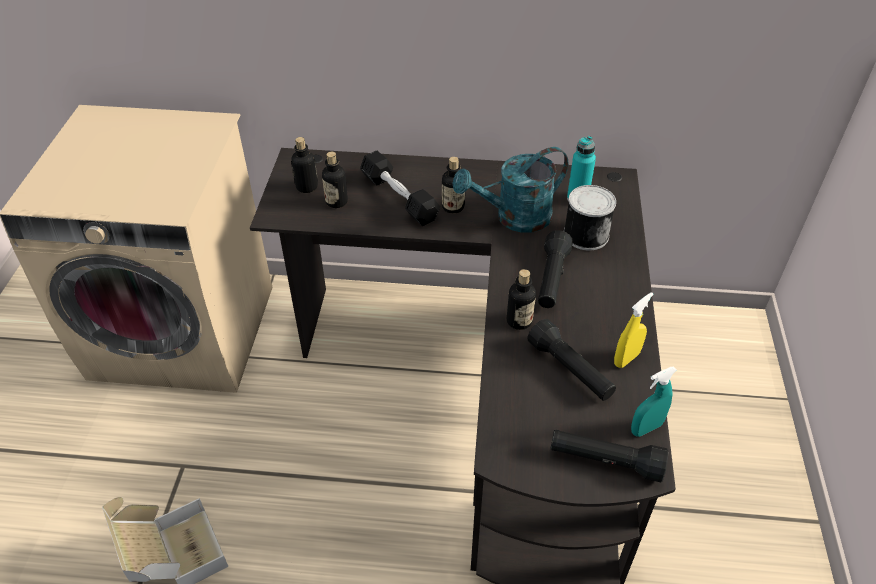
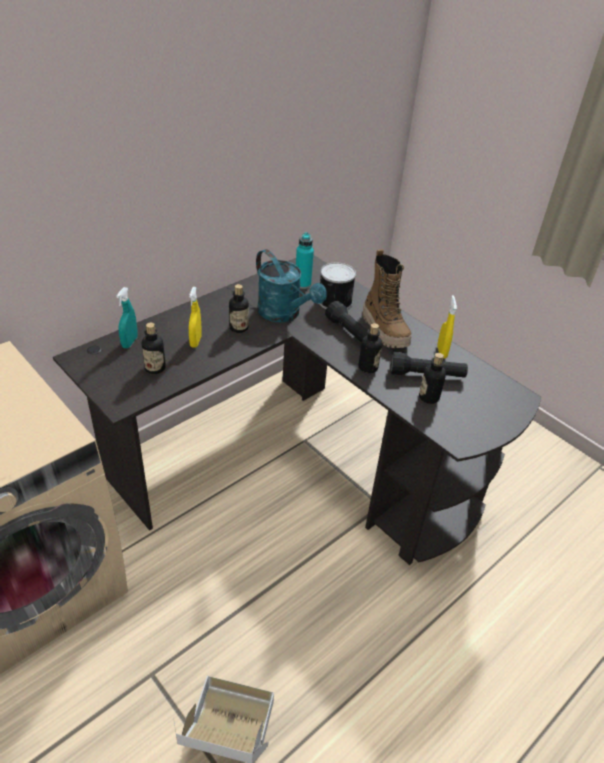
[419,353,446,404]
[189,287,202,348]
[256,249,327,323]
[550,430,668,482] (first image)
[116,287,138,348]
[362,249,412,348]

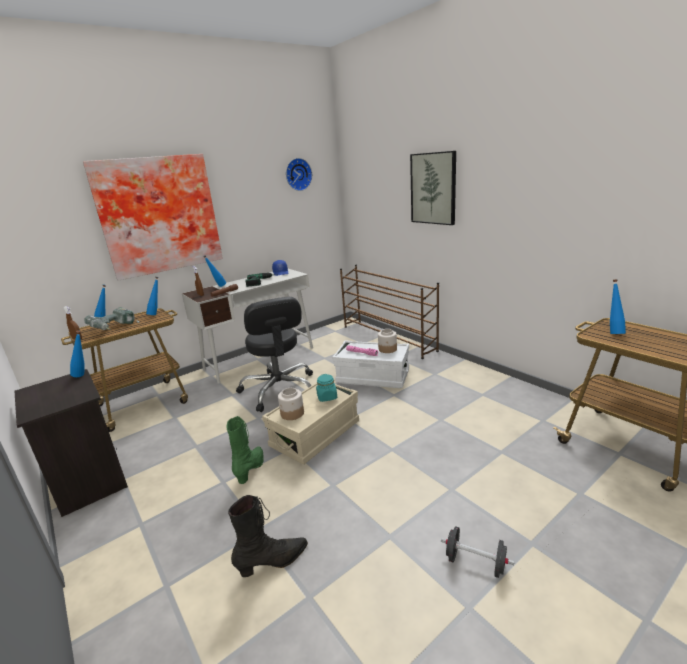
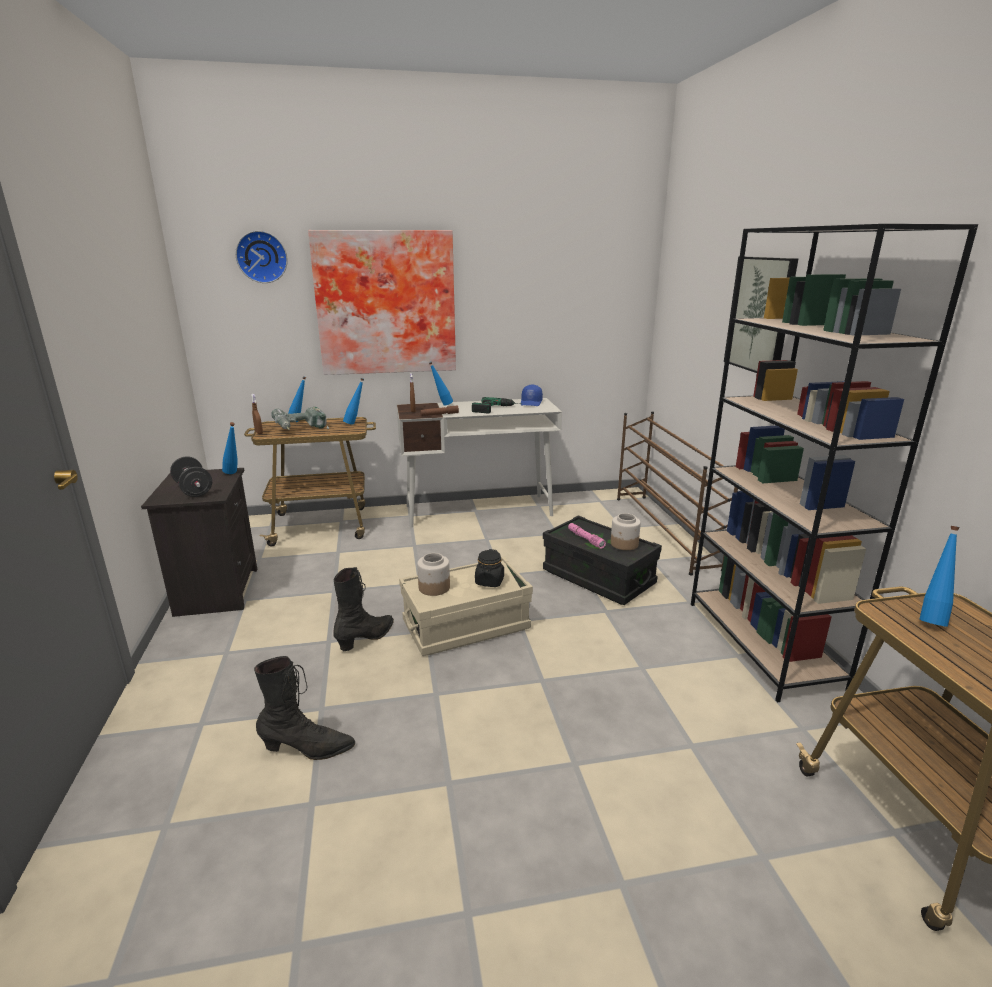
[333,567,394,651]
[236,297,313,412] (first image)
[236,231,288,283]
[475,549,504,587]
[543,515,662,605]
[170,456,212,497]
[691,224,978,703]

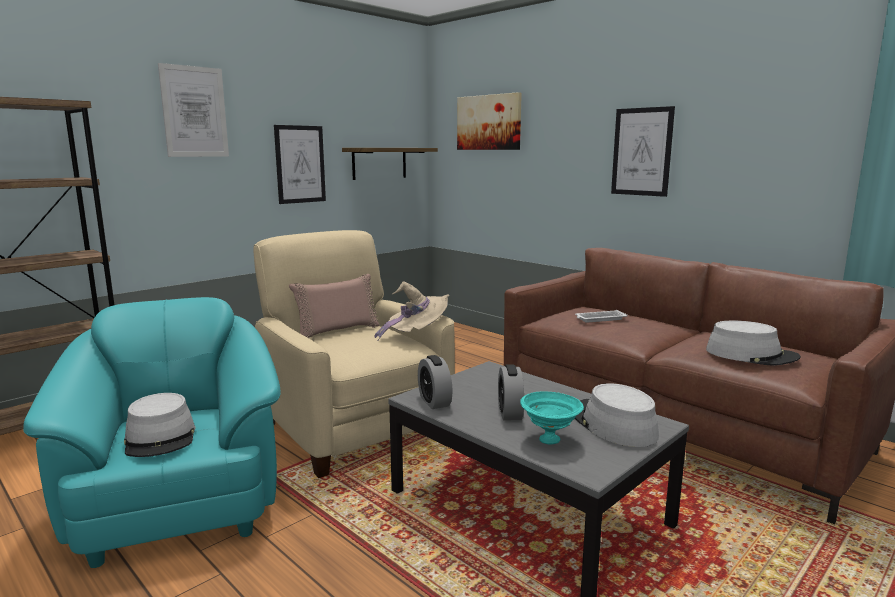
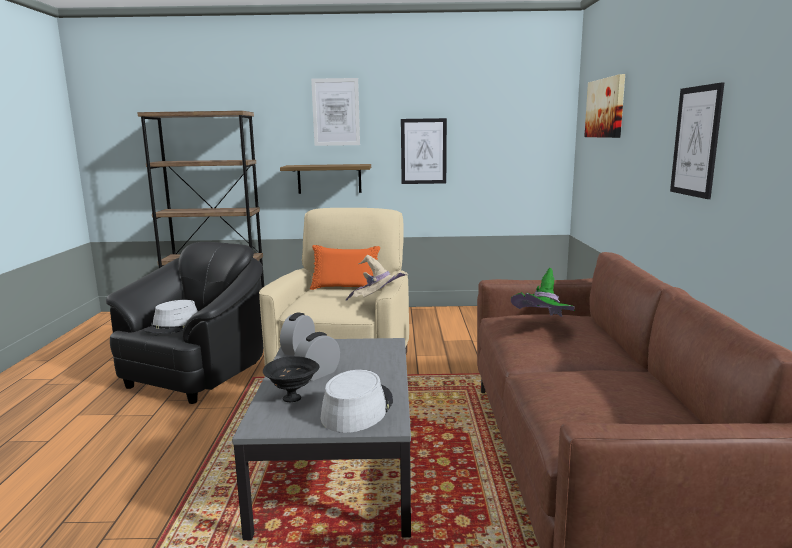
[106,242,263,404]
[310,245,380,291]
[280,164,371,194]
[263,356,320,402]
[511,268,575,317]
[706,321,801,366] (first image)

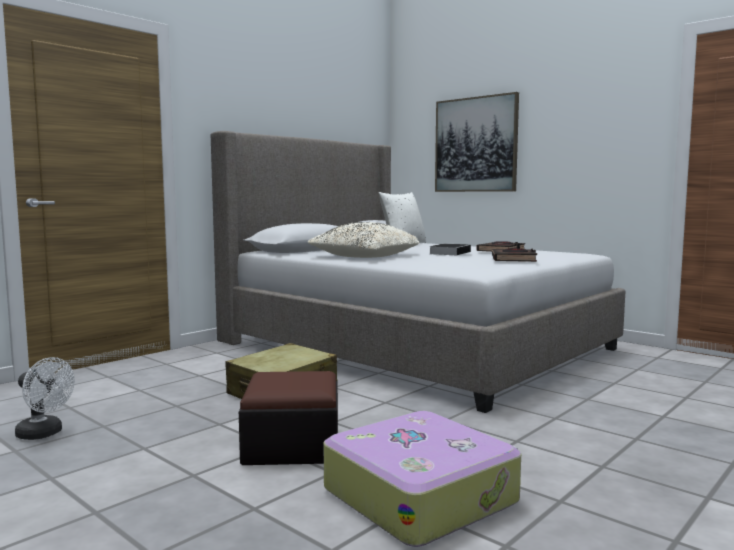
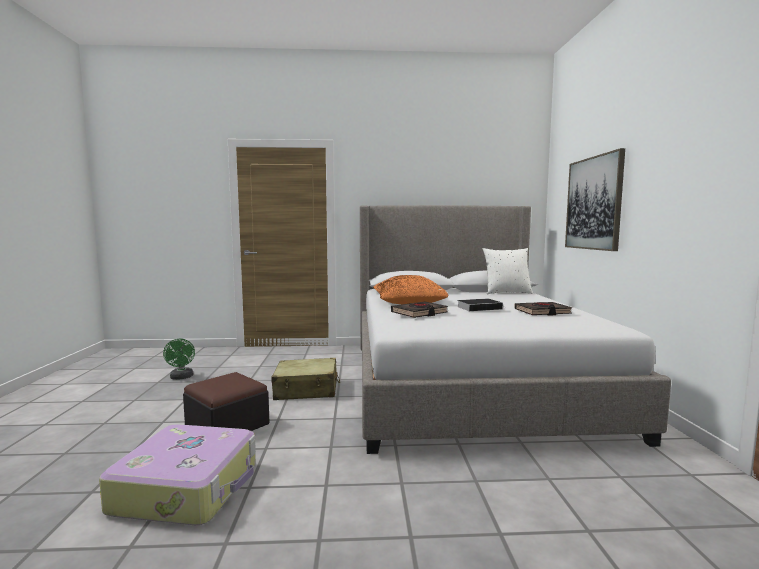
[163,339,195,380]
[373,275,448,304]
[391,302,448,318]

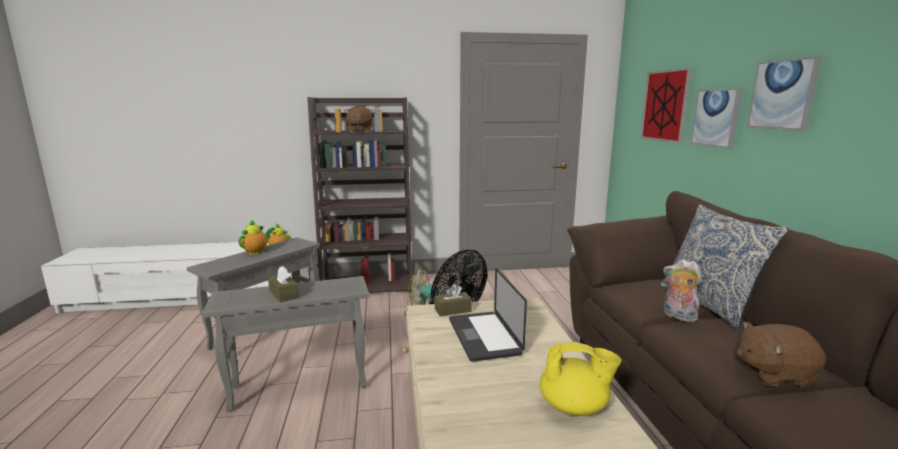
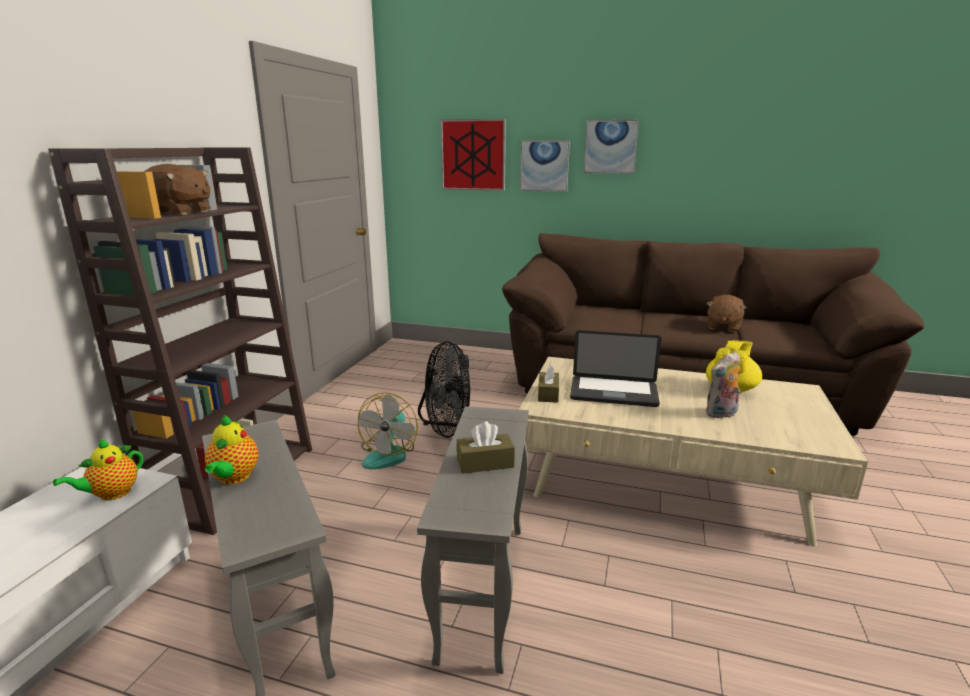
[205,415,258,485]
[660,204,789,329] (first image)
[706,352,741,418]

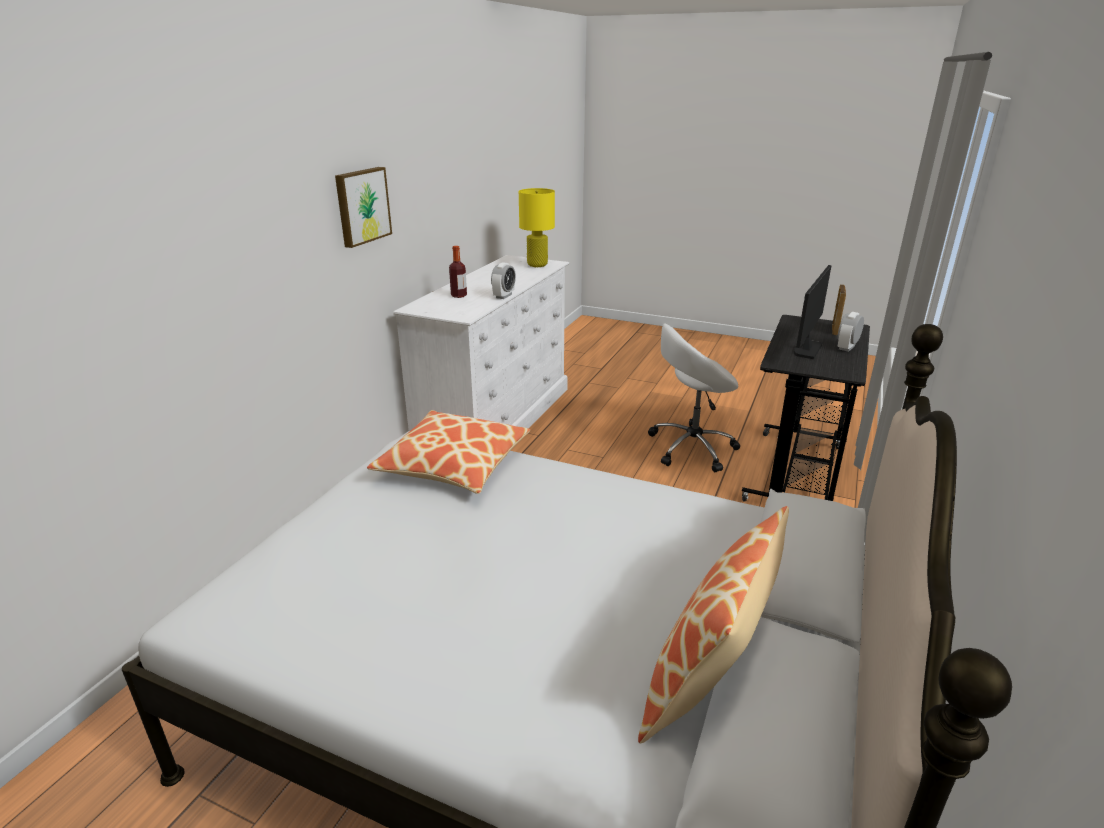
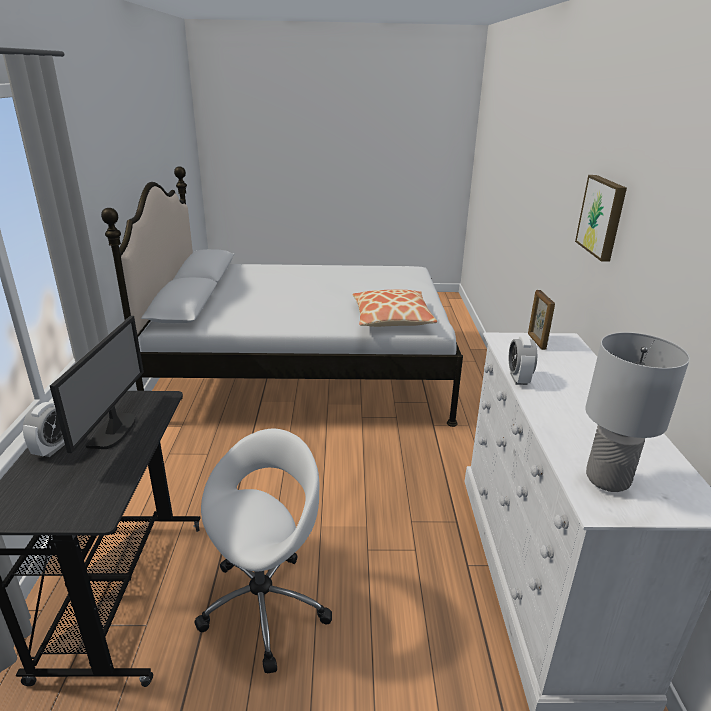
[449,246,467,298] (first image)
[585,332,690,492]
[638,506,789,743] (first image)
[528,290,555,350]

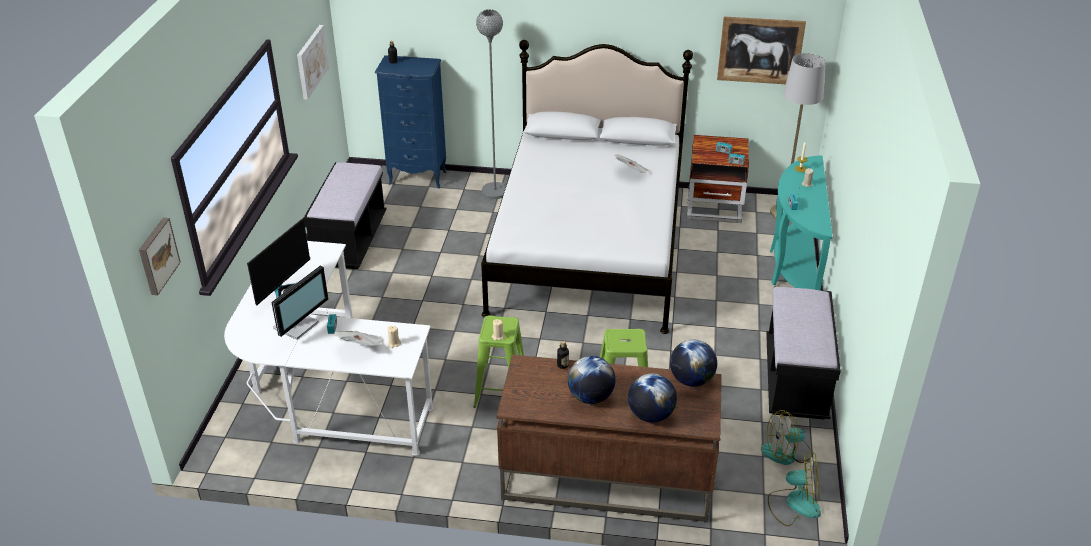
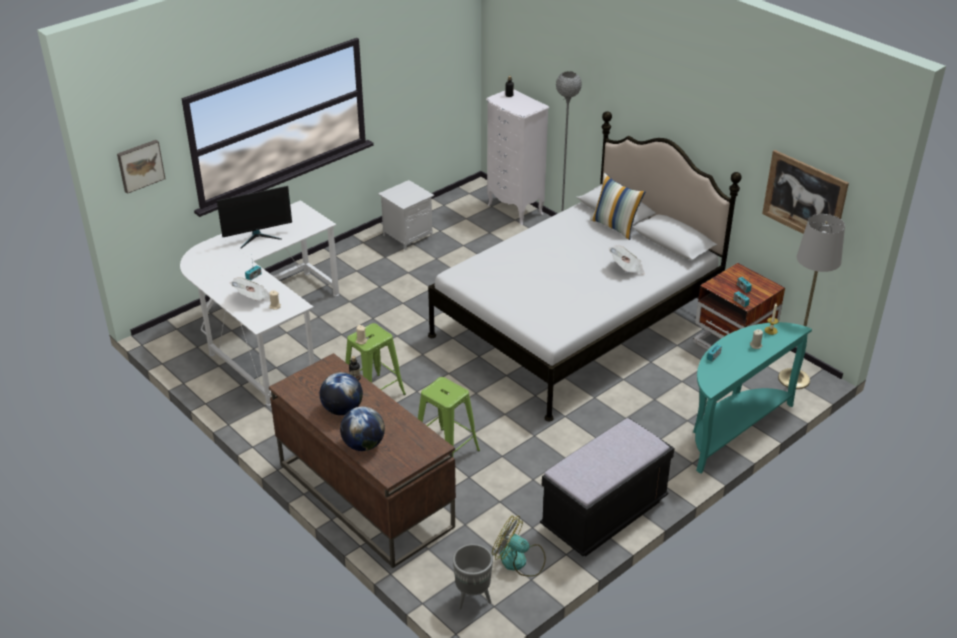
[271,266,329,340] (first image)
[297,25,329,100] (first image)
[378,180,434,250]
[486,90,549,225]
[670,339,717,387] (first image)
[453,544,493,610]
[590,173,646,240]

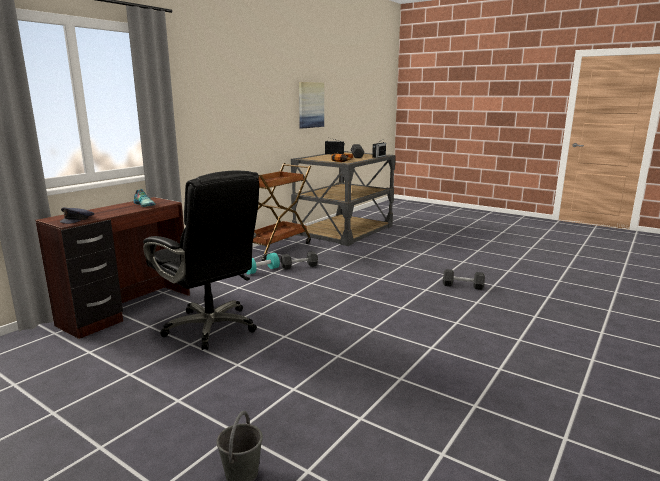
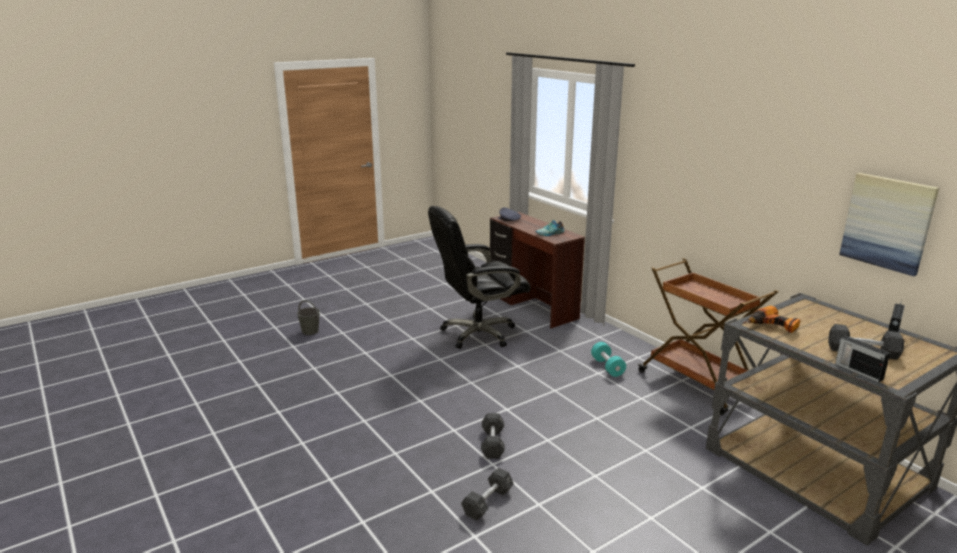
[481,413,505,459]

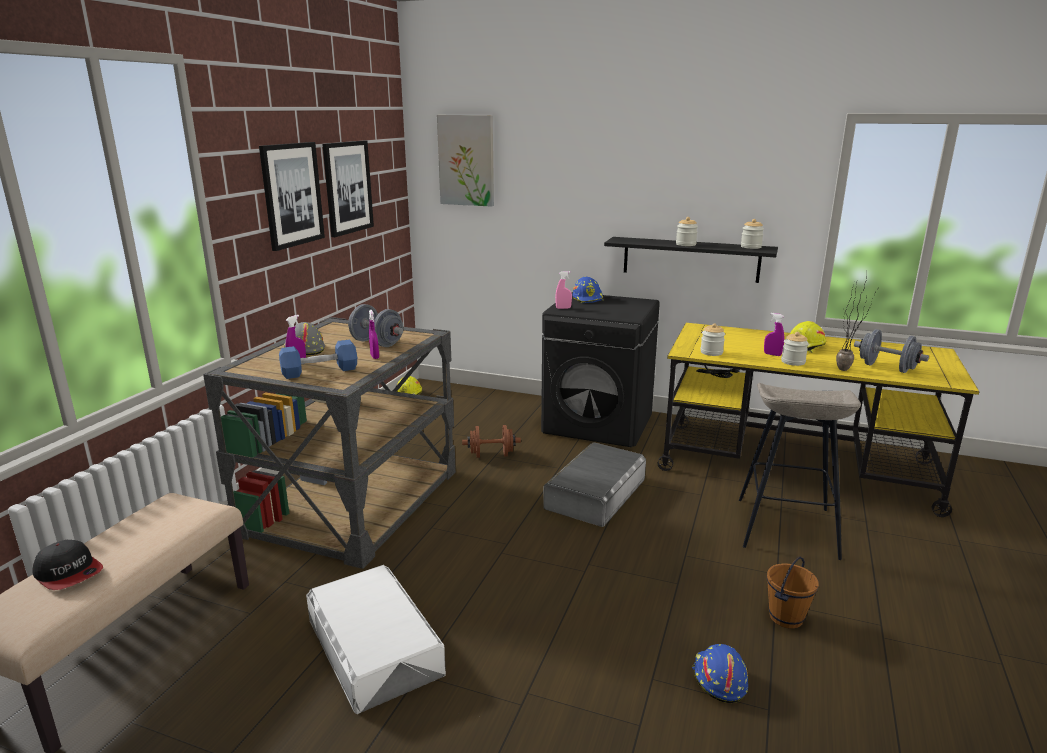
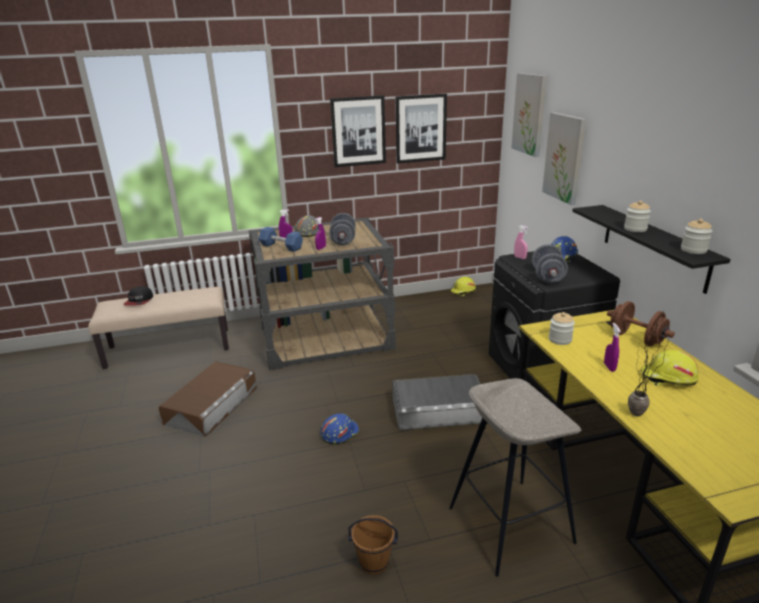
[159,361,257,437]
[607,301,675,346]
[320,413,360,445]
[781,332,809,366] (first image)
[532,244,568,283]
[542,112,586,205]

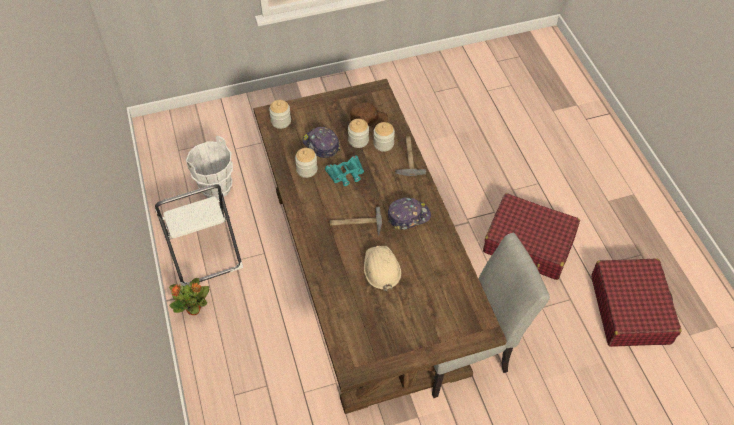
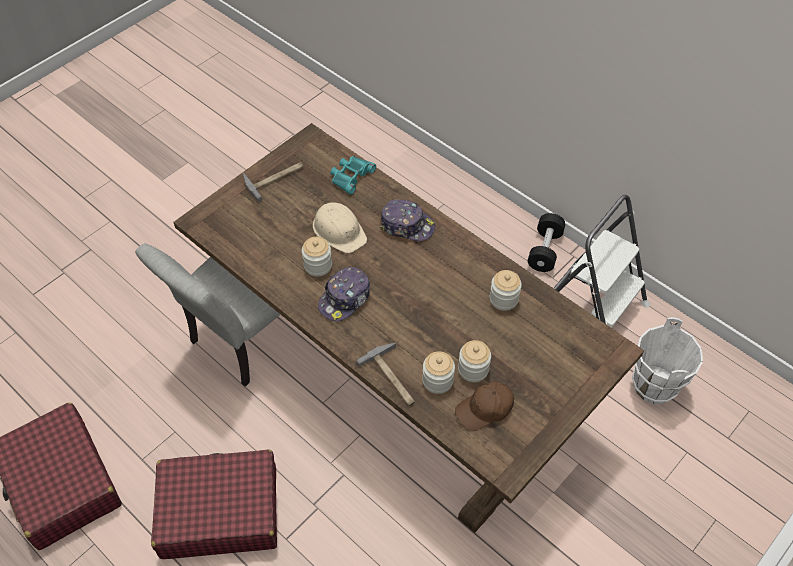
[528,213,565,272]
[302,237,332,277]
[380,199,435,241]
[330,156,376,195]
[243,162,304,202]

